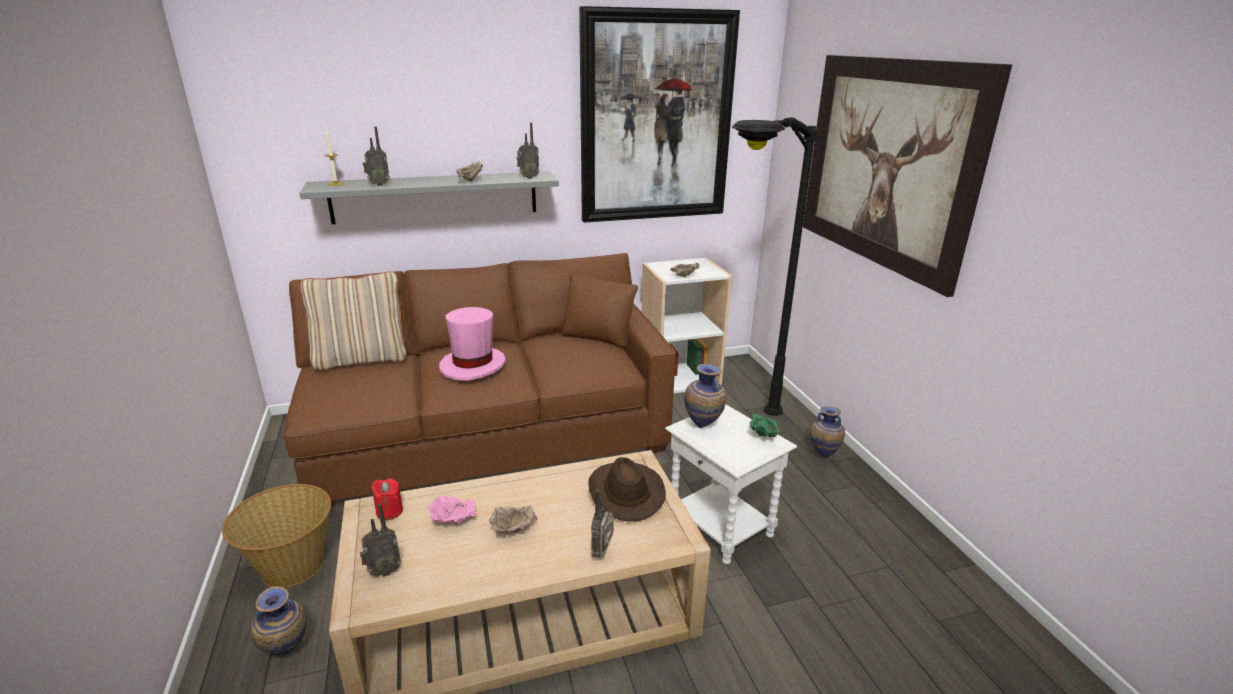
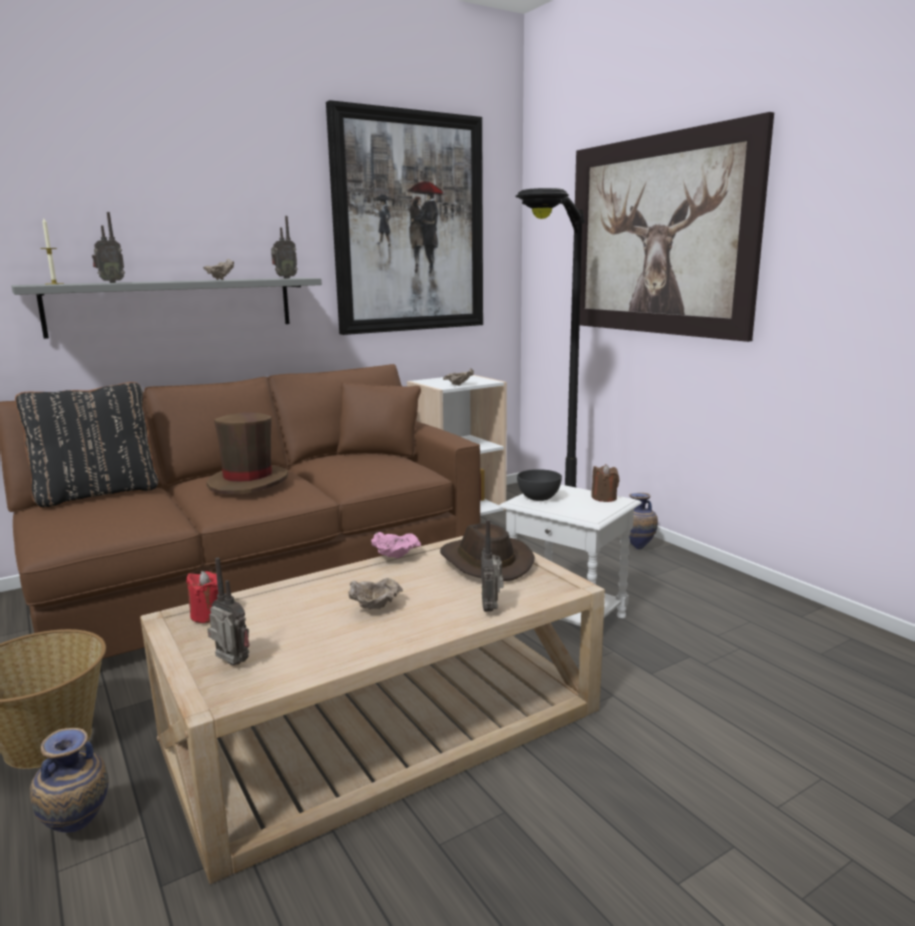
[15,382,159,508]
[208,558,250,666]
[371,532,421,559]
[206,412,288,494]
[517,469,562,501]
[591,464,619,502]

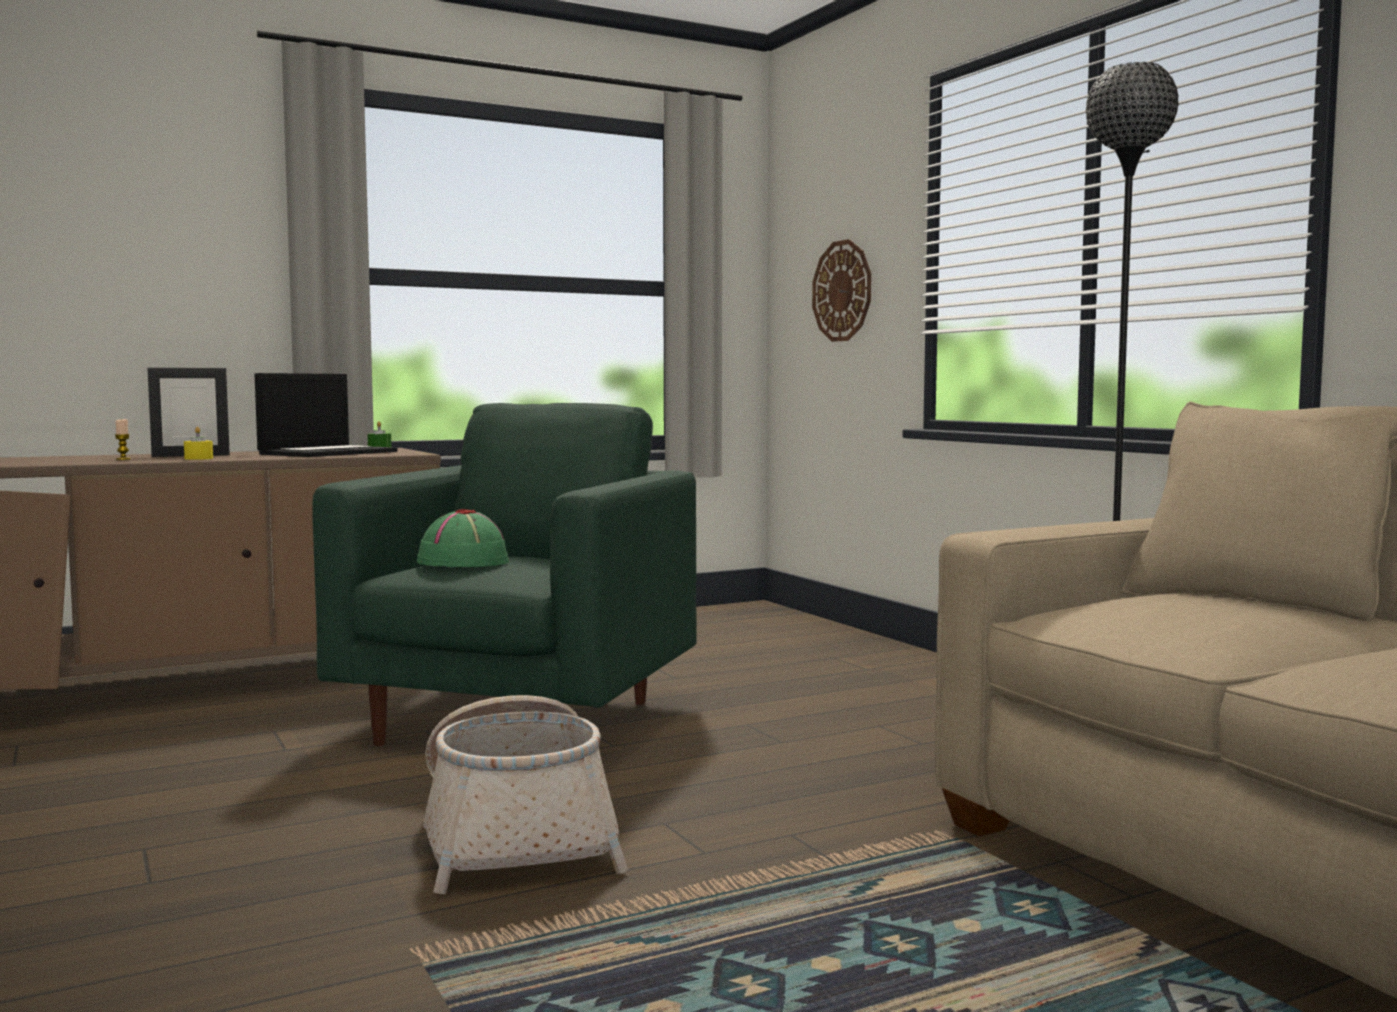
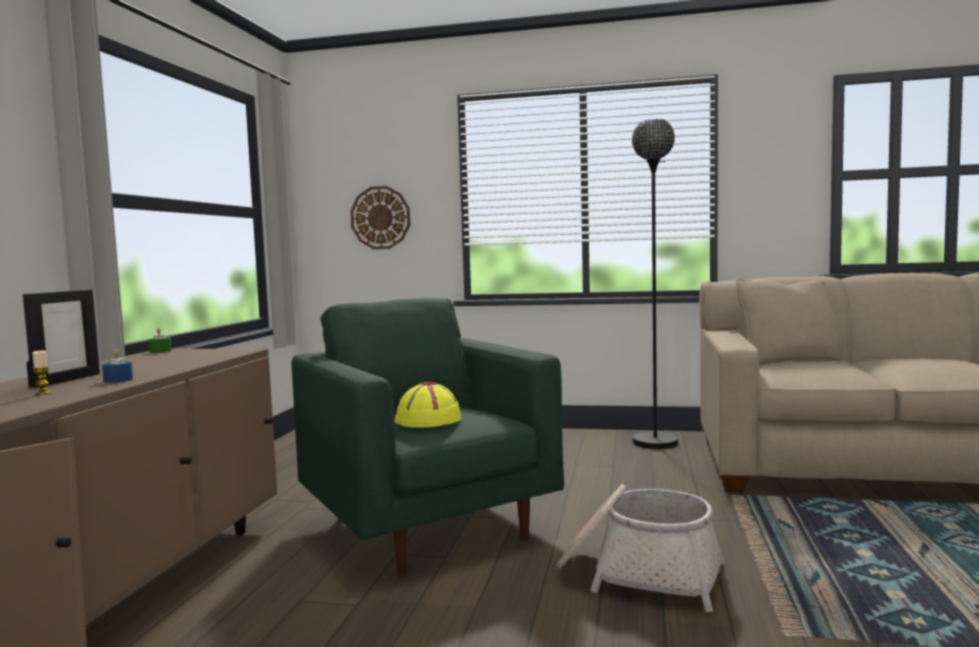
[102,349,133,383]
[255,373,398,457] (first image)
[395,382,461,428]

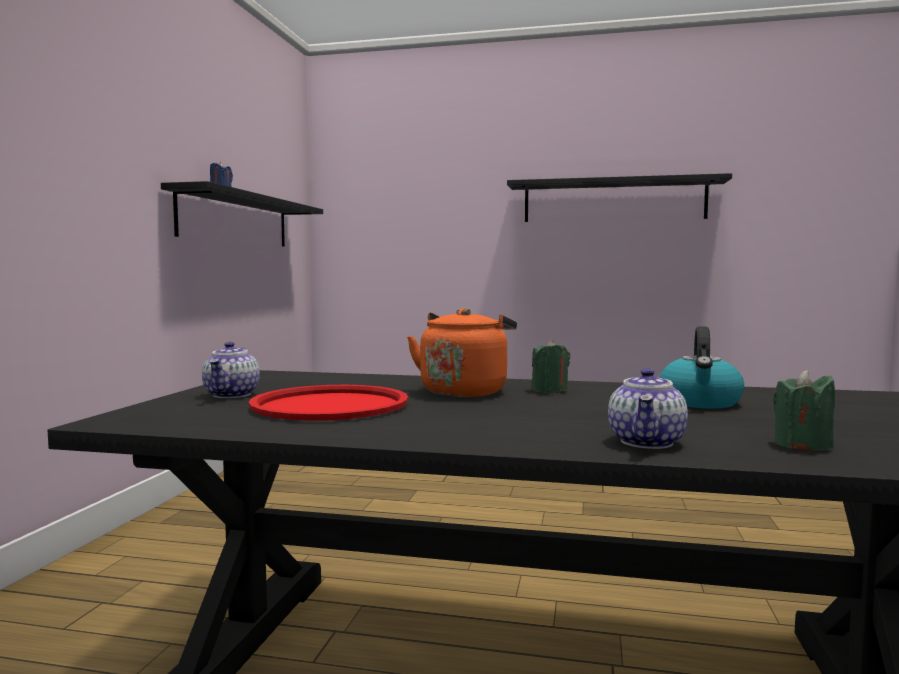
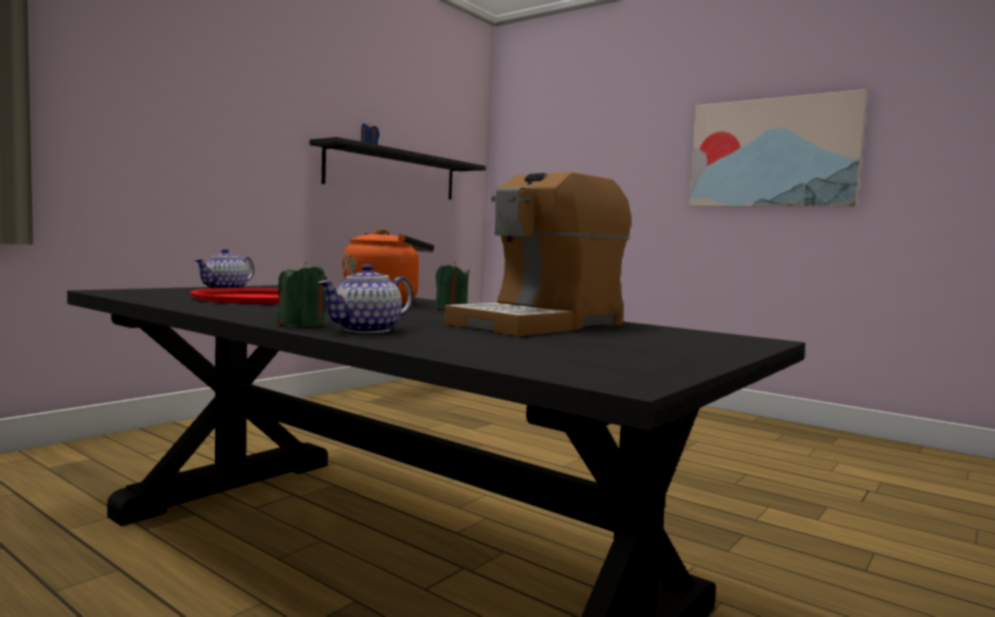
[689,89,867,207]
[444,172,631,336]
[277,261,327,327]

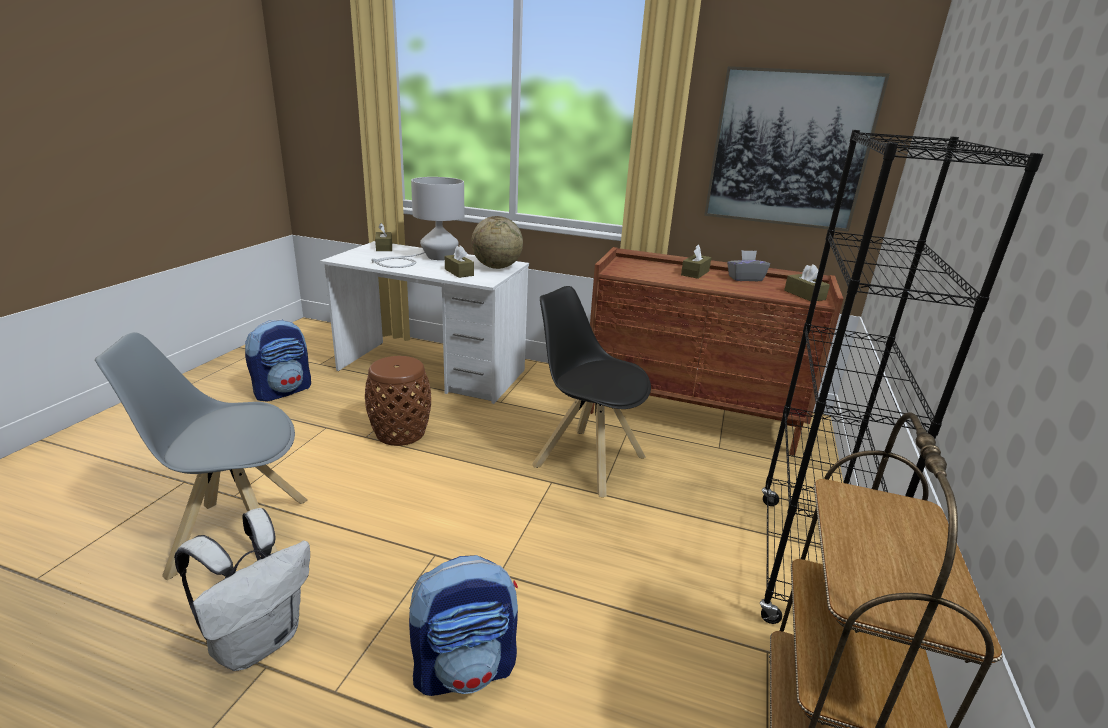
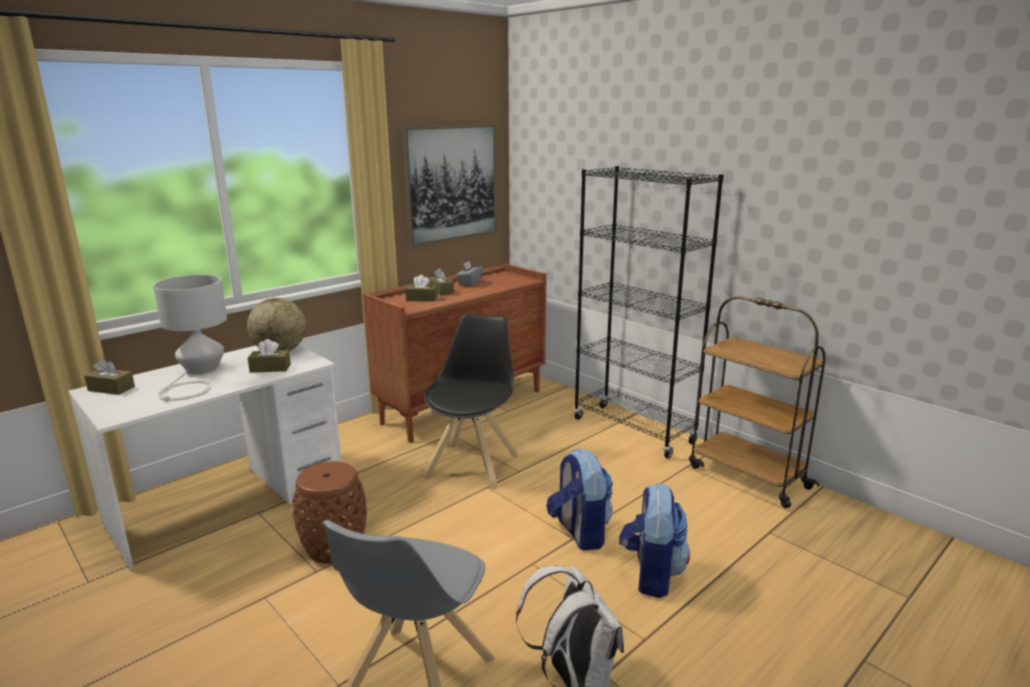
[546,449,613,550]
[422,313,519,489]
[405,275,438,302]

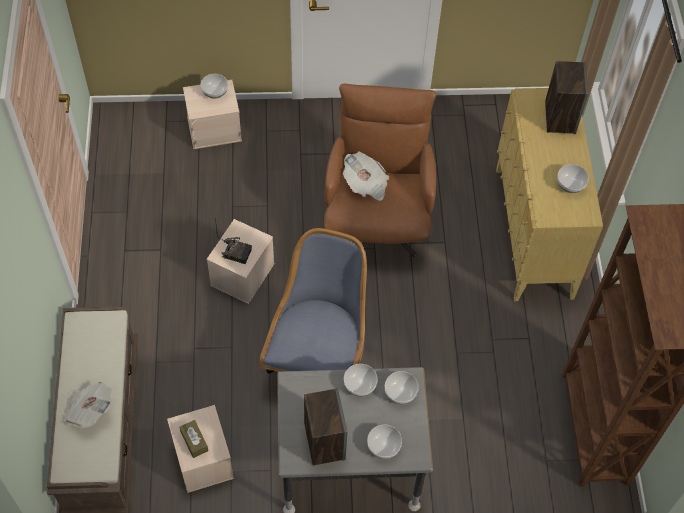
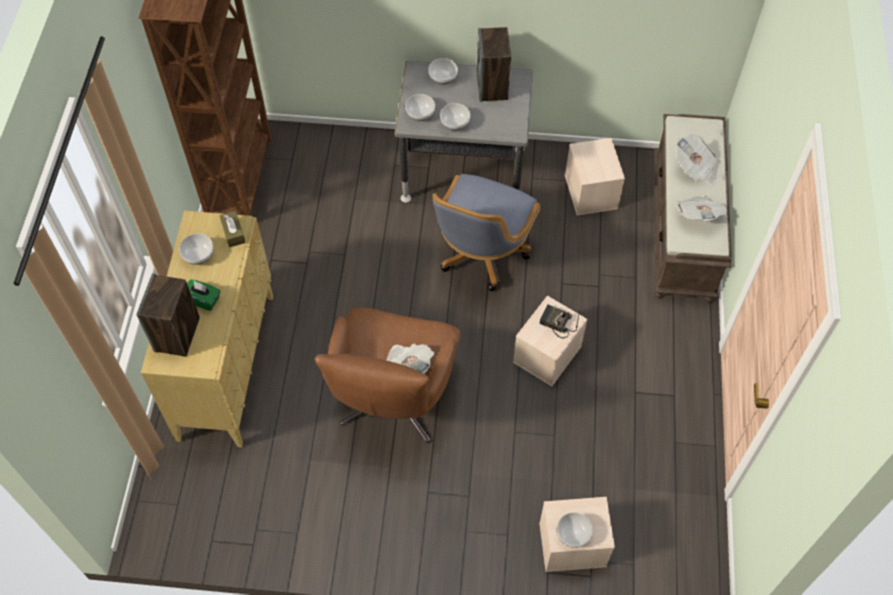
[219,211,246,248]
[187,279,220,311]
[677,194,727,221]

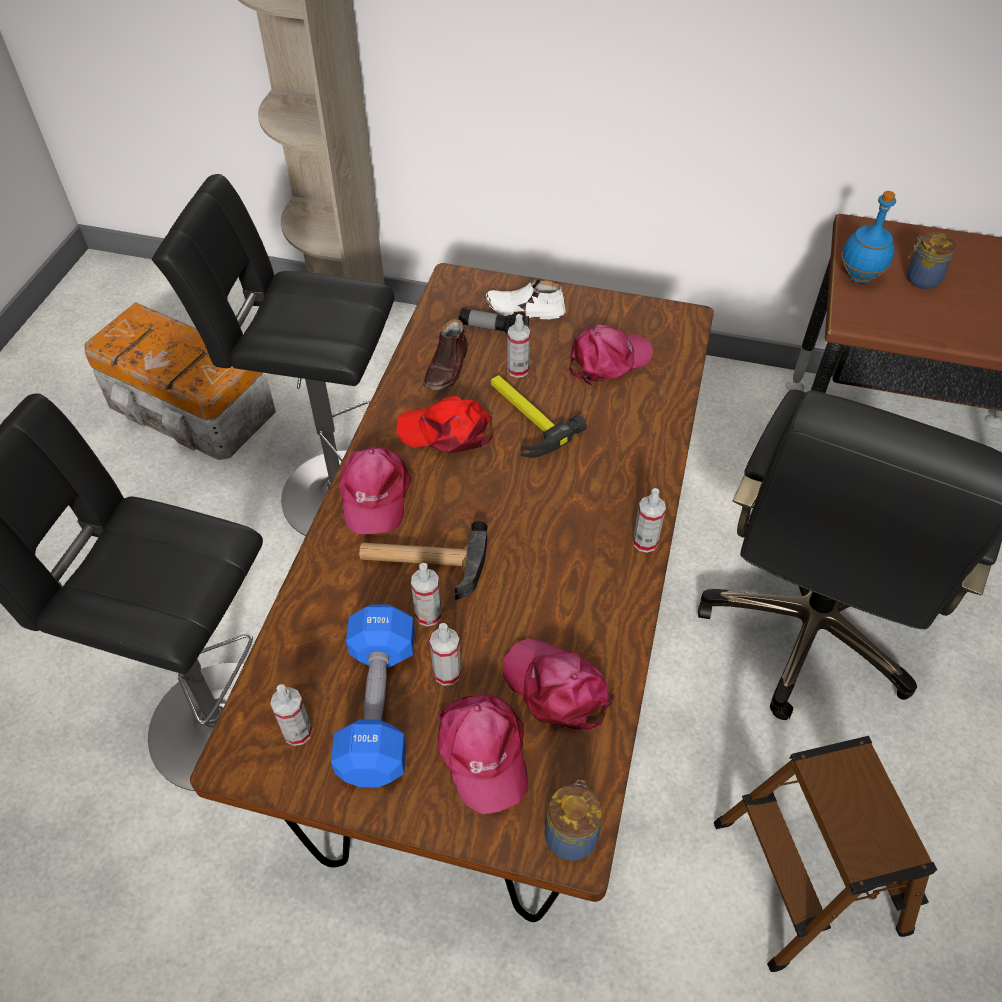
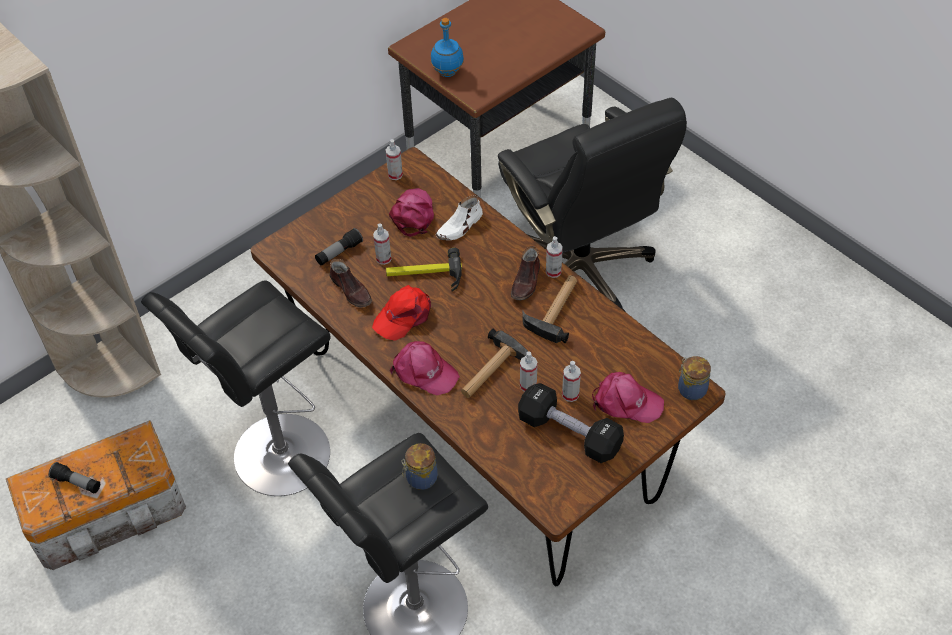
[386,139,403,180]
[518,383,624,463]
[435,195,483,240]
[503,638,615,730] (first image)
[714,736,937,972] (first image)
[401,443,438,490]
[49,462,100,493]
[511,246,540,301]
[522,275,577,343]

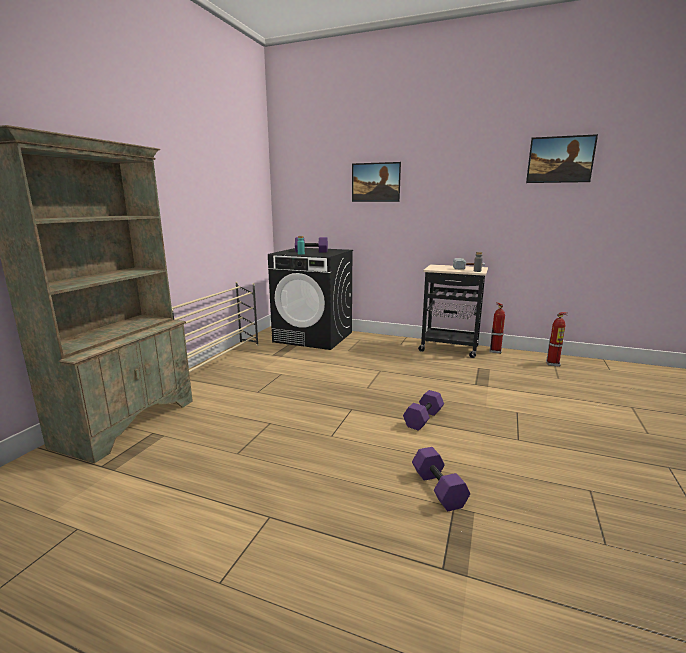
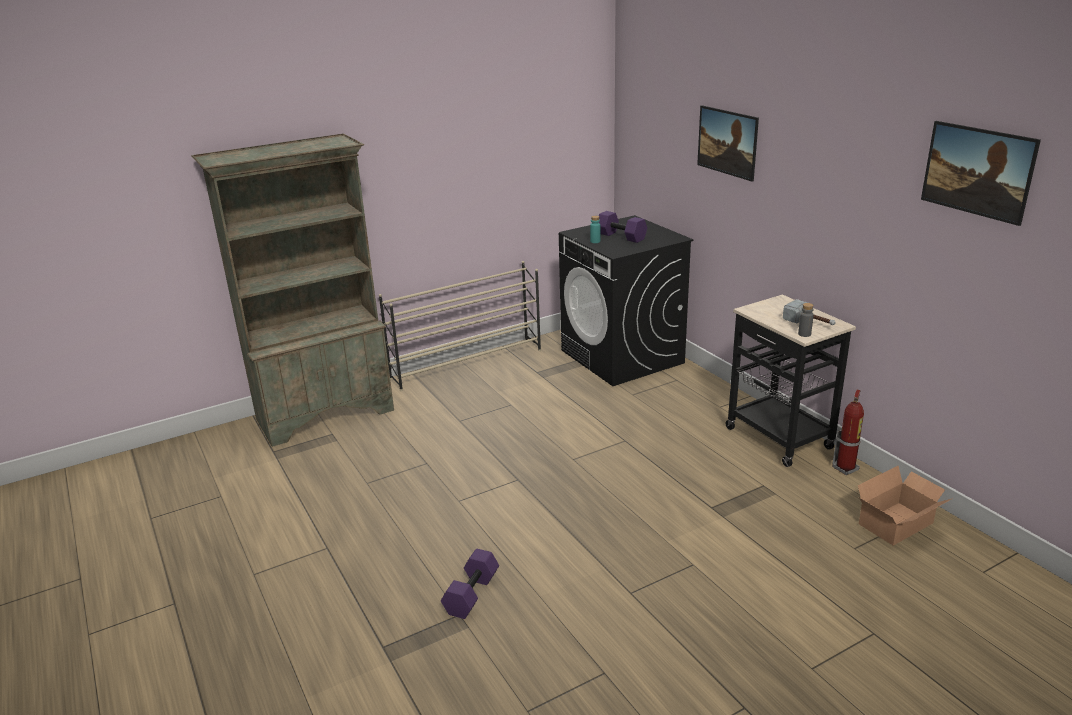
[403,390,444,431] (first image)
[858,466,953,546]

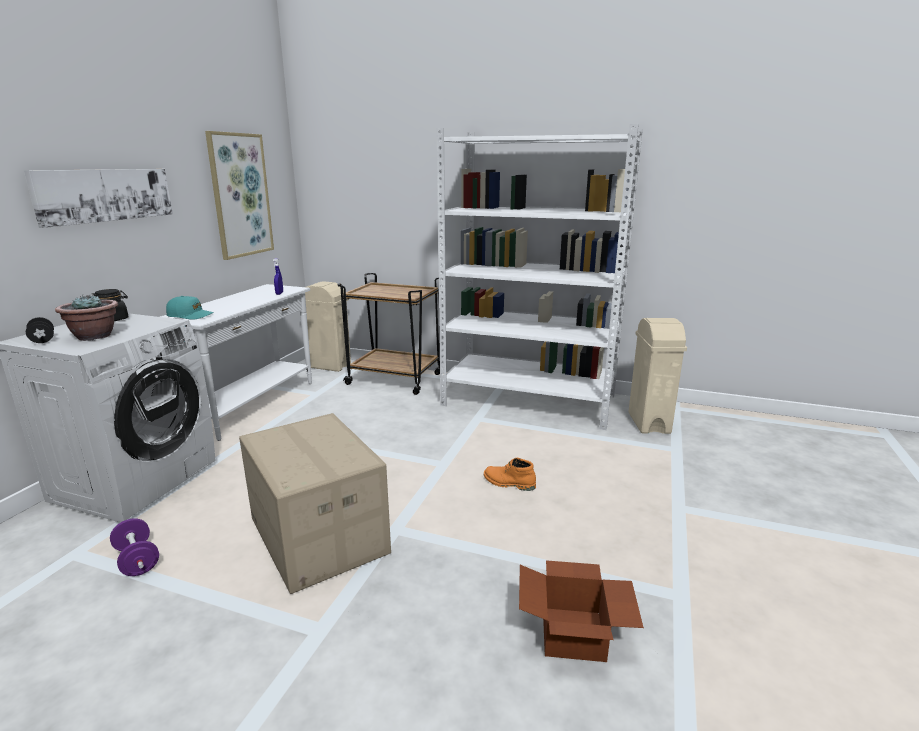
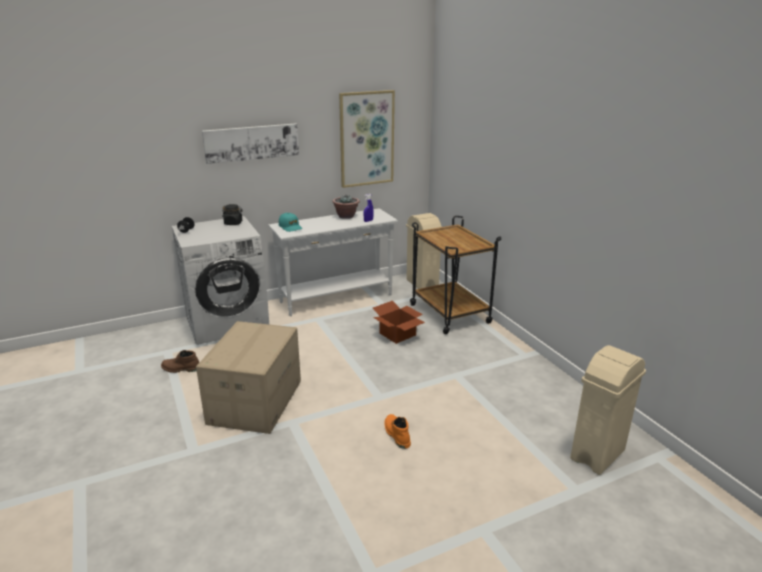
[332,195,360,219]
[161,350,199,373]
[437,124,643,430] (first image)
[373,300,425,344]

